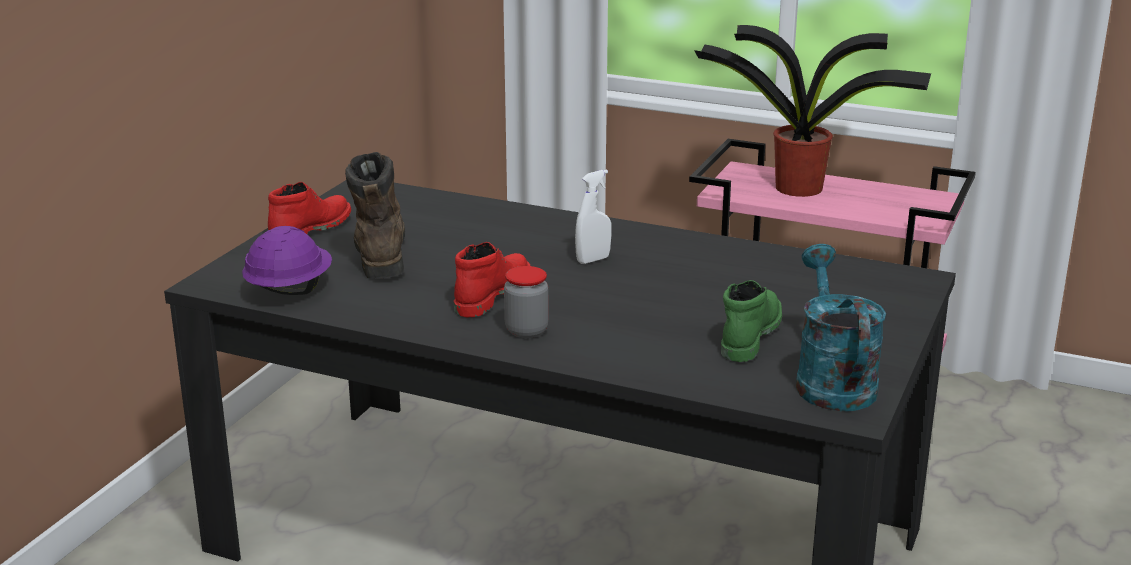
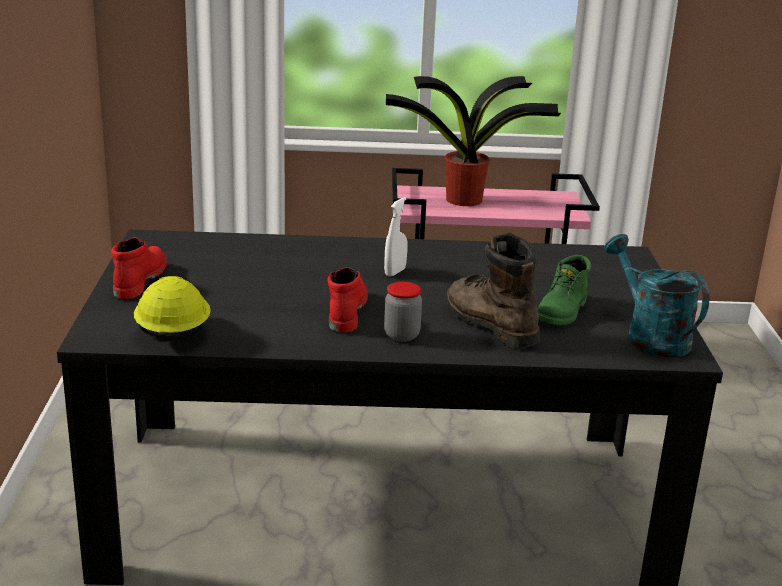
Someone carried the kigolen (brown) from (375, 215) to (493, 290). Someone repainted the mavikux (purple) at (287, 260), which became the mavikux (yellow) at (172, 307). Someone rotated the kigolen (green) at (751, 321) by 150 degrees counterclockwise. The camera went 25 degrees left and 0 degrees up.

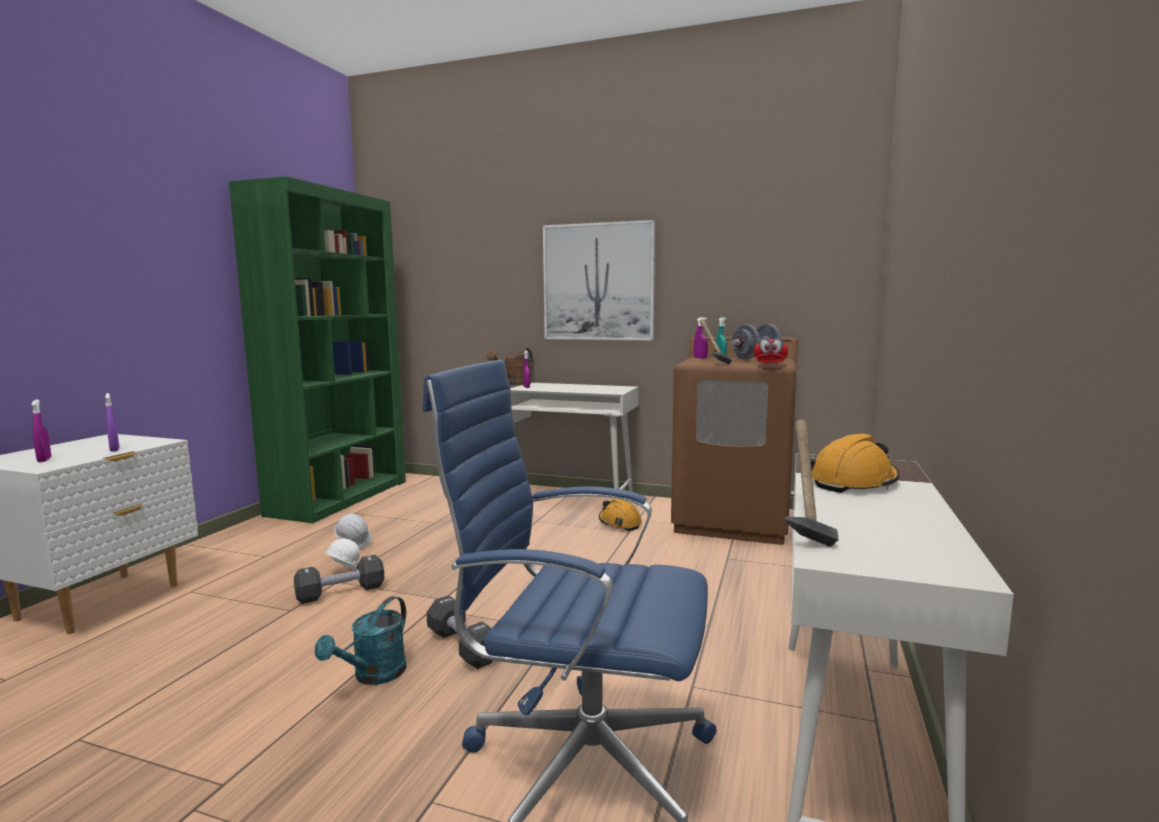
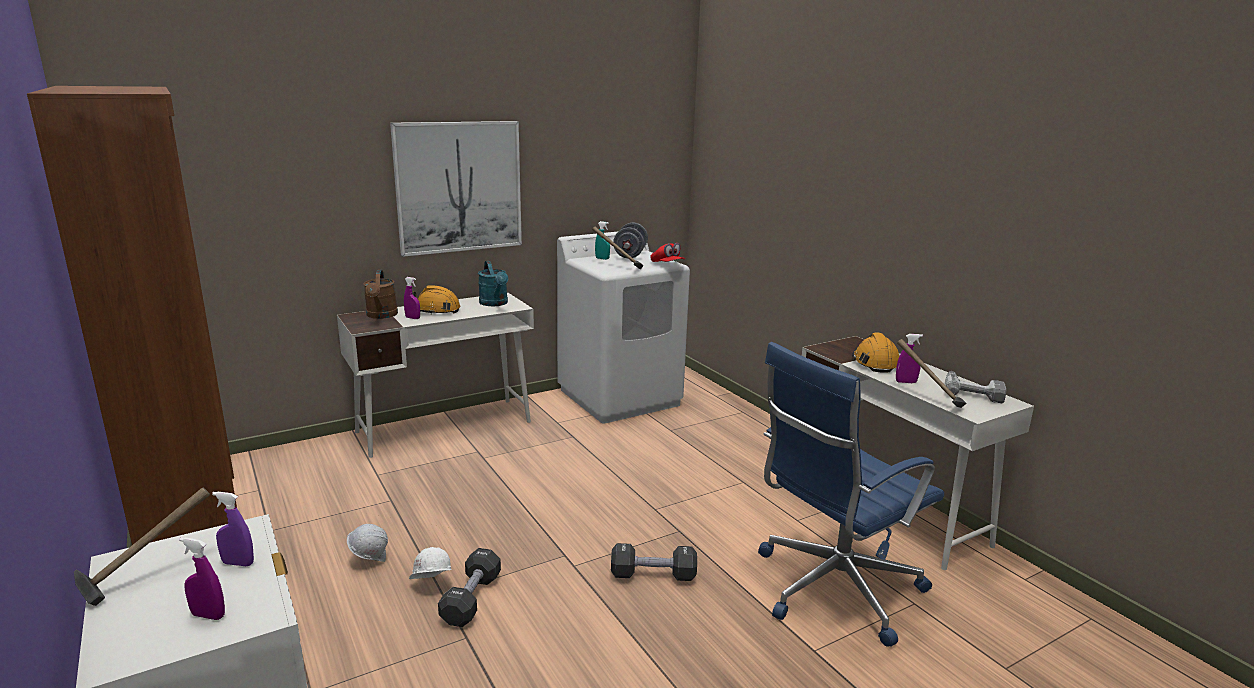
Someone put down the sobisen at (142, 546). Someone put down the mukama at (975, 387). Someone carried the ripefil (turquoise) from (361, 640) to (493, 283). Someone carried the mavikux (orange) from (620, 514) to (436, 300). Someone carried the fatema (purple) from (701, 338) to (909, 358). Someone repainted the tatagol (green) at (317, 349), which became the tatagol (brown) at (132, 315). Someone repainted the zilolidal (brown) at (734, 441), which became the zilolidal (white) at (623, 328). The camera went 50 degrees left and 10 degrees up.

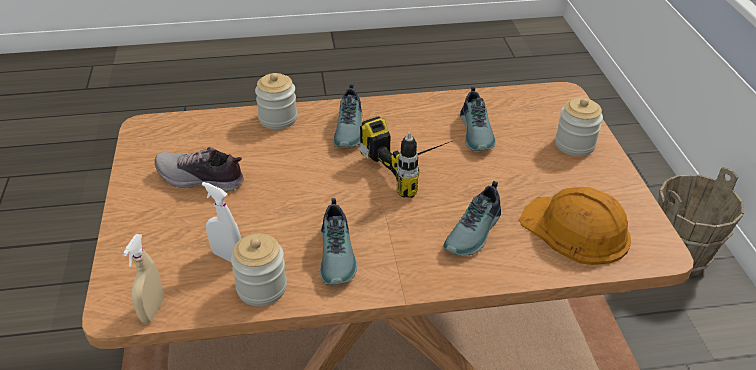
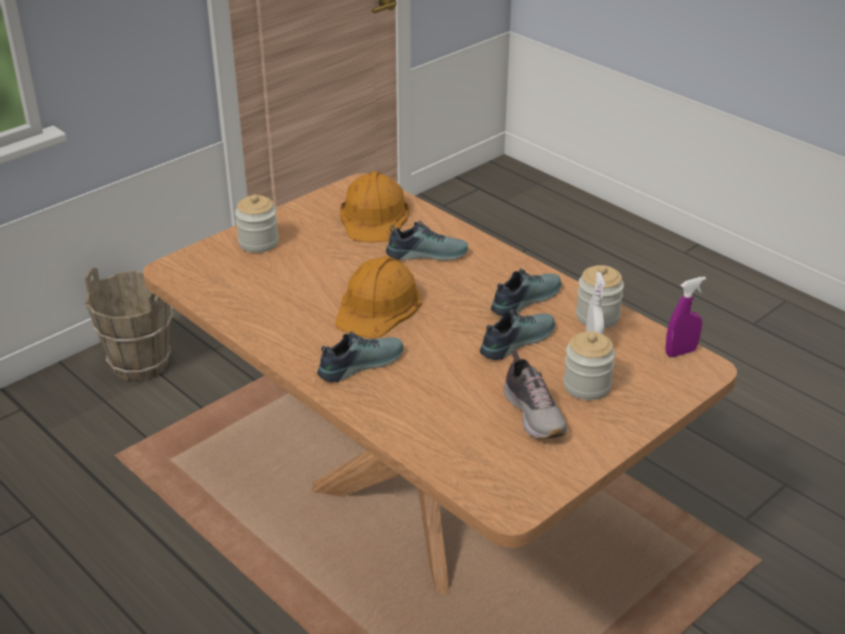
Someone carried the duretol from (276, 101) to (589, 365). Someone carried the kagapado from (478, 118) to (517, 334). Someone swapped the mukama at (406, 157) for the mavikux (orange) at (378, 297). Someone repainted the fatema (beige) at (143, 278), which became the fatema (purple) at (686, 316). The camera went 125 degrees left and 5 degrees down.

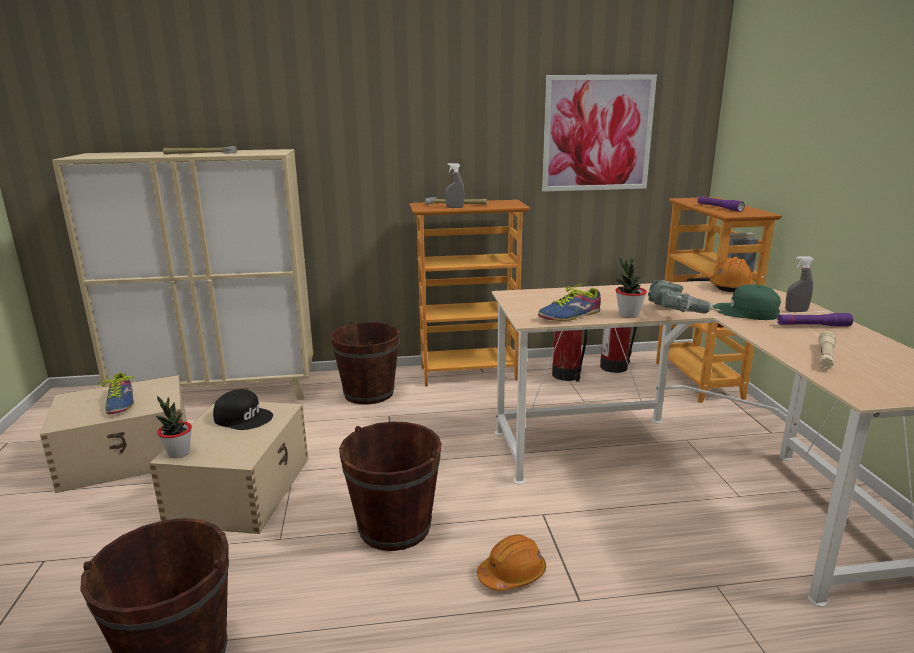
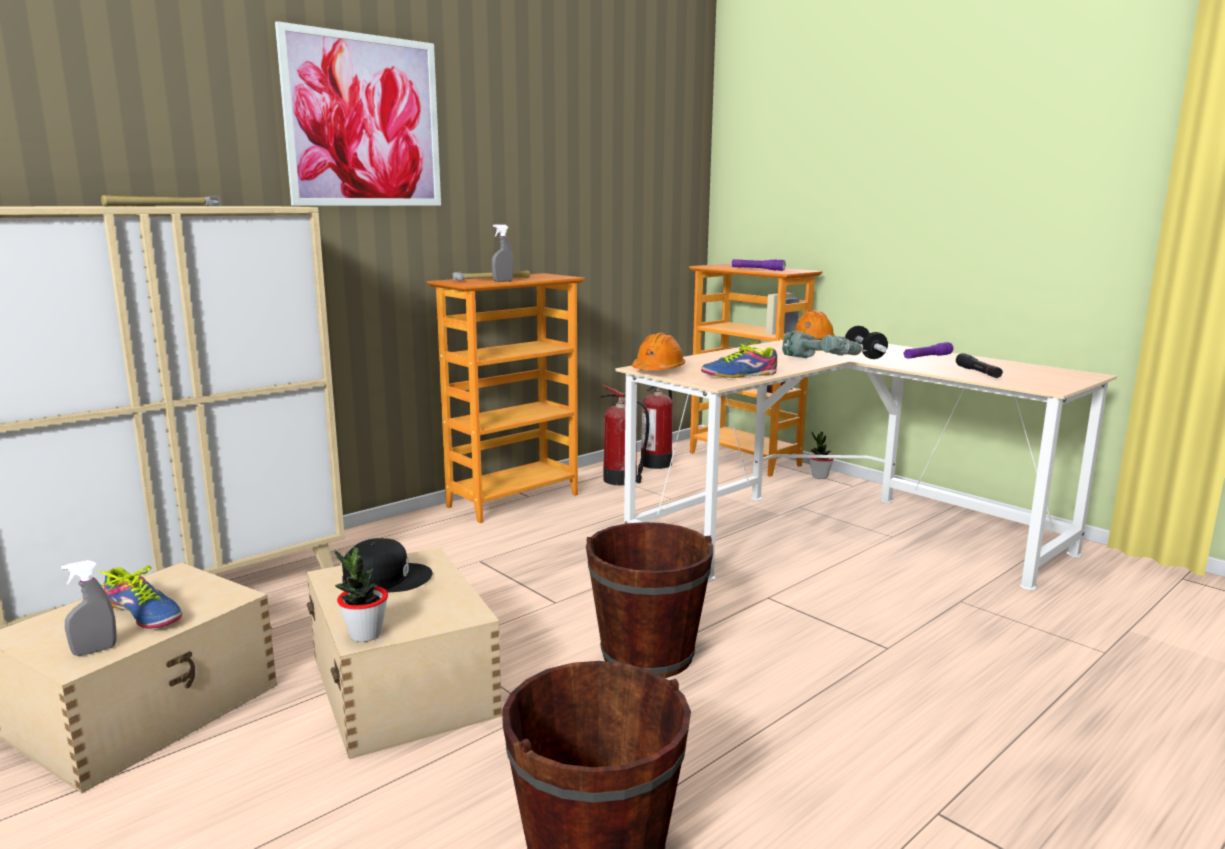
Someone took away the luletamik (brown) at (365, 362). Someone carried the mavikux (orange) from (511, 562) to (659, 351). Someone carried the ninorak from (599, 133) to (358, 113). Someone carried the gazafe from (631, 287) to (822, 455). Someone carried the fatema (grey) from (799, 284) to (89, 608). Someone swapped the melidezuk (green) at (747, 302) for the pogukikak at (866, 342). Someone repainted the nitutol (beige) at (827, 350), which became the nitutol (black) at (979, 365). Someone rotated the kagapado at (569, 302) by 45 degrees clockwise. The camera went 35 degrees left and 5 degrees down.

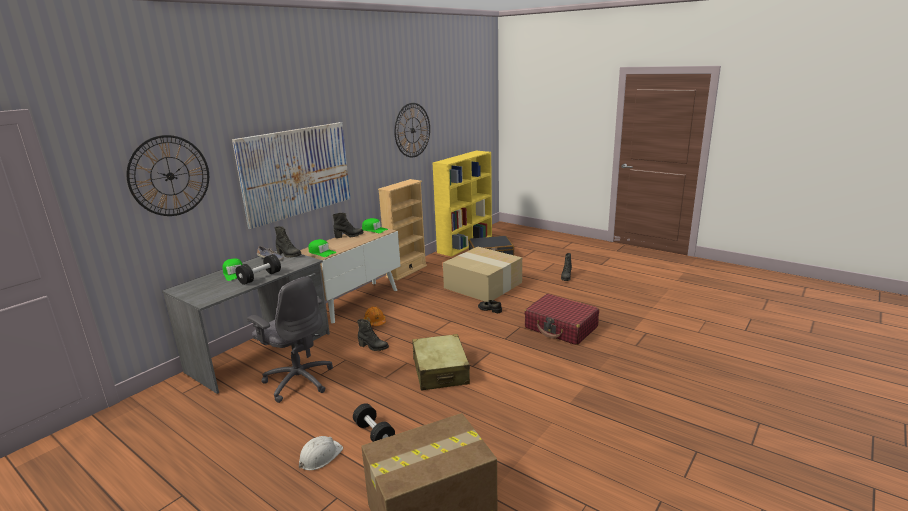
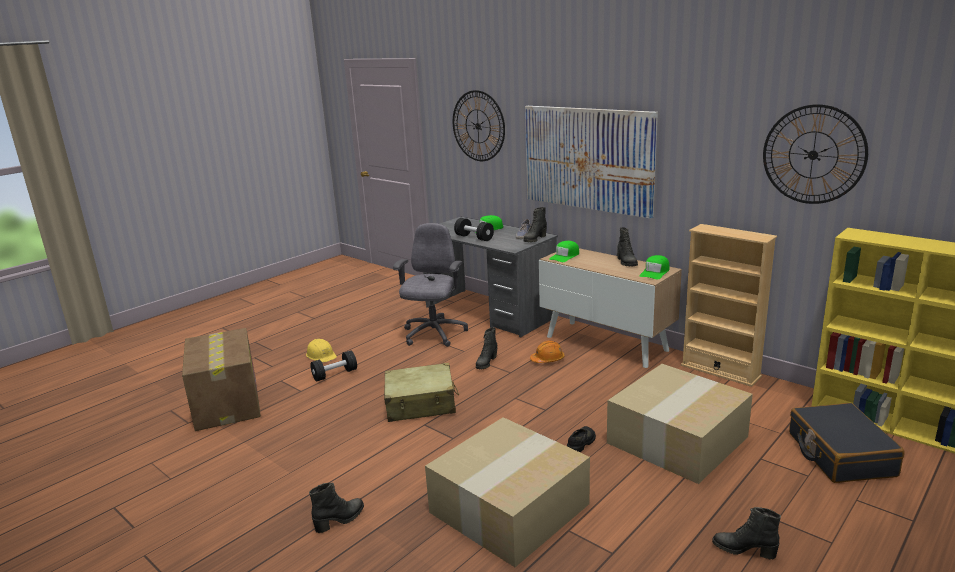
Someone put down the kigolen (black) at (336, 508). Someone swapped the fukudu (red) at (561, 319) for the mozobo at (507, 492). Someone repainted the mavikux (white) at (321, 453), which became the mavikux (yellow) at (321, 350). Someone rotated the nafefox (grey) at (290, 340) by 150 degrees clockwise. The camera went 95 degrees right and 0 degrees up.

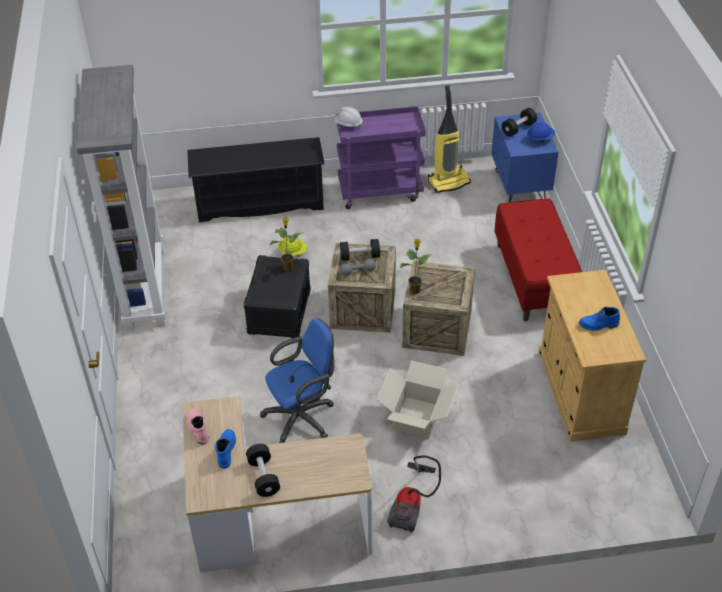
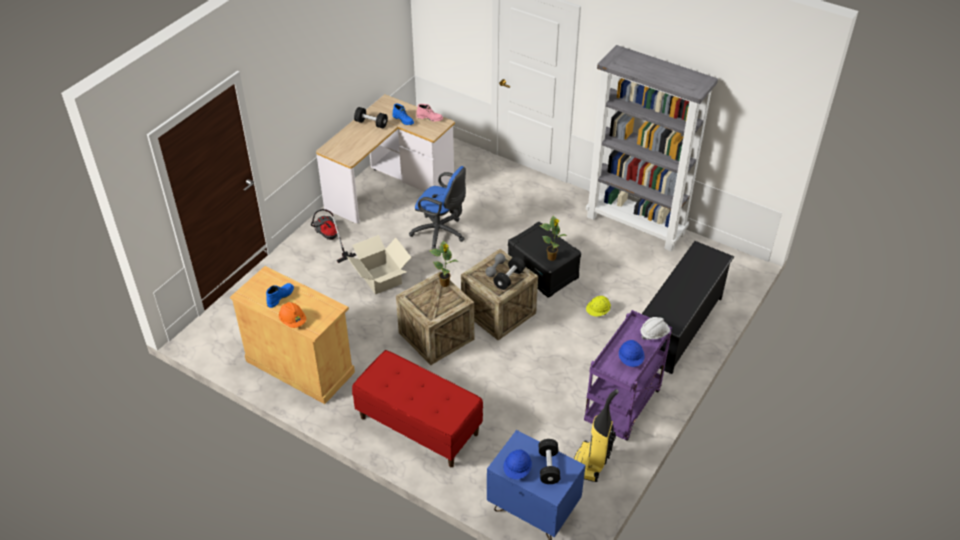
Someone put down the mavikux (orange) at (292, 315). Someone put down the mavikux (blue) at (632, 353). Someone rotated the nafefox (blue) at (297, 380) by 75 degrees counterclockwise. The camera went 130 degrees right and 0 degrees up.

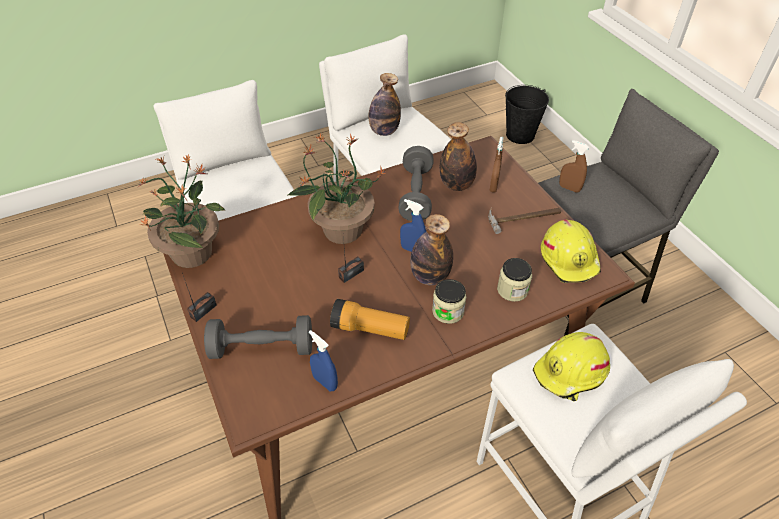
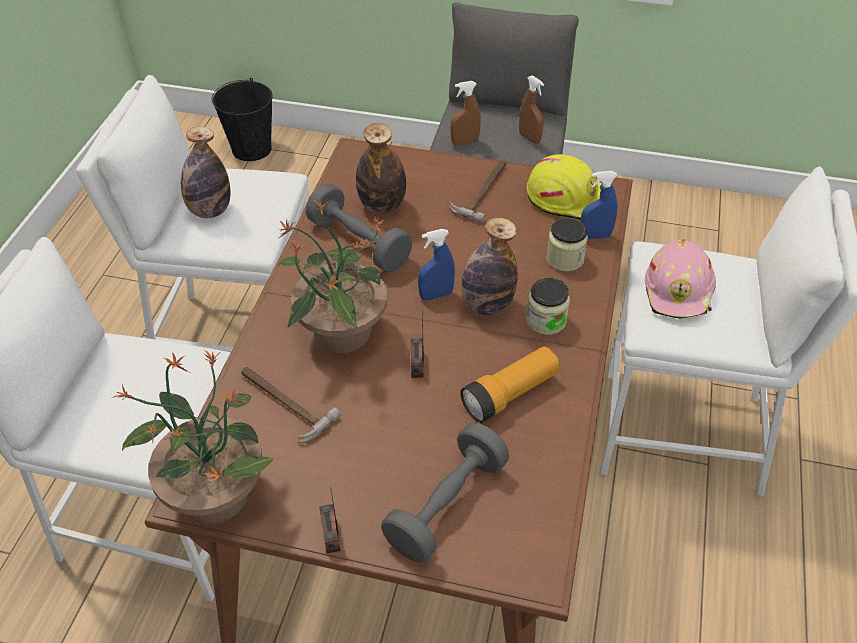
Someone put down the sobisen at (291, 405). Someone carried the fatema (blue) from (323, 360) to (599, 205). Someone carried the fatema (brown) from (496, 165) to (531, 109). Someone repainted the mavikux (yellow) at (571, 366), which became the mavikux (pink) at (680, 279). The camera went 50 degrees left and 0 degrees up.

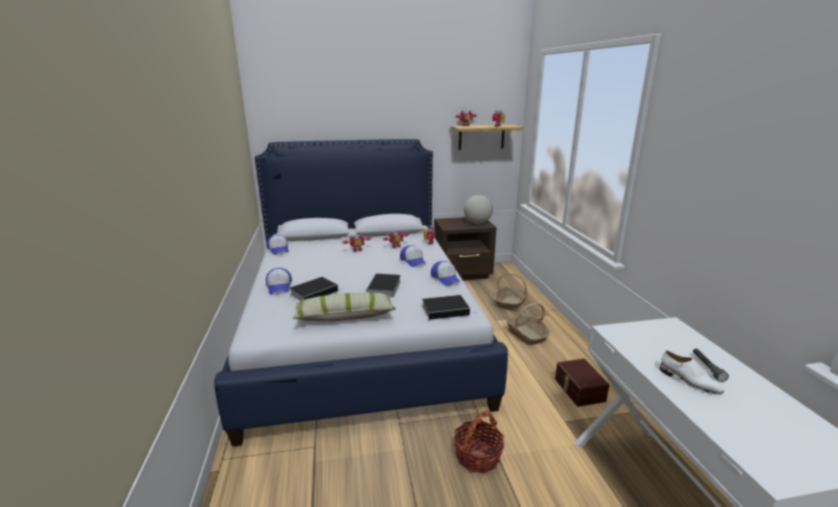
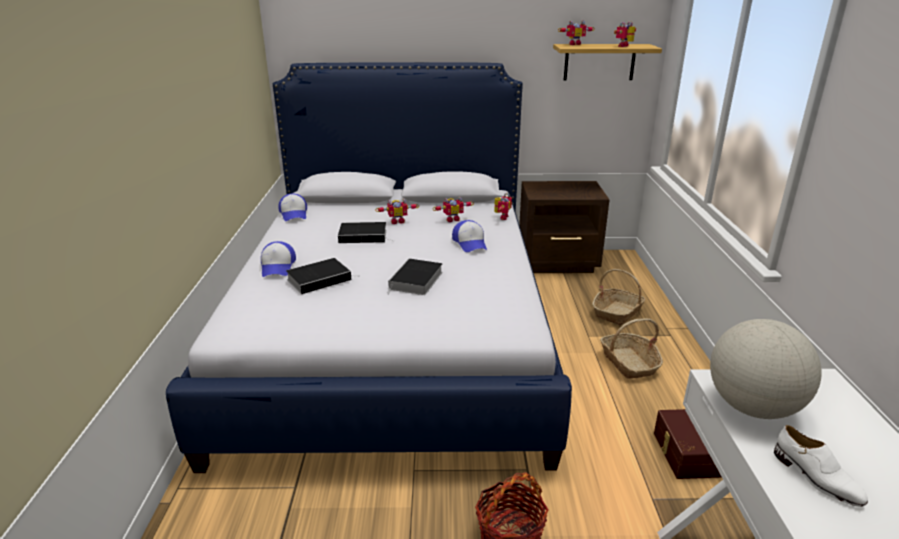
Someone took away the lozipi at (344, 306). Someone took away the melidezuk at (446, 273). Someone took away the nitutol (grey) at (711, 365). Someone carried the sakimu from (449, 307) to (366, 232). Someone carried the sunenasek from (478, 209) to (766, 369). The camera went 10 degrees right and 5 degrees up.

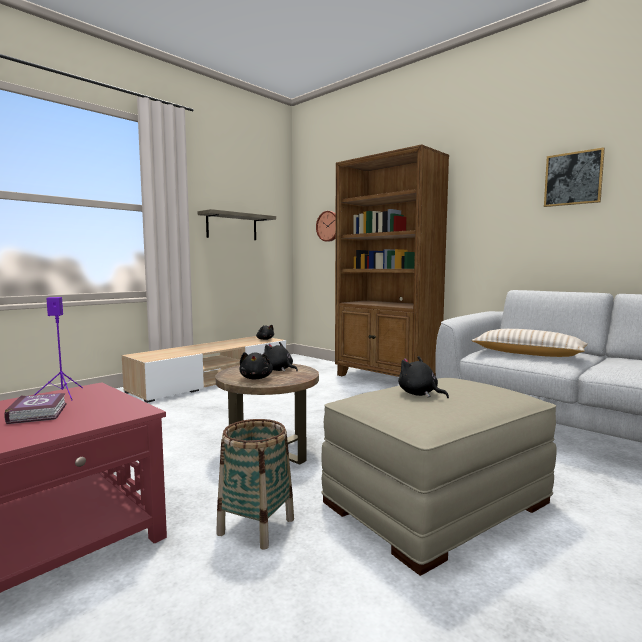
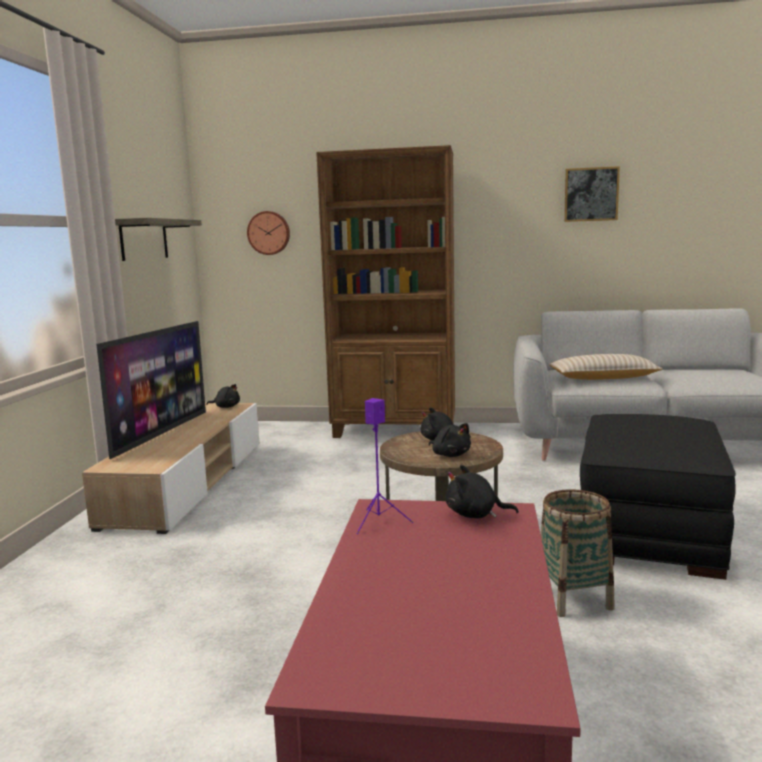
Someone took away the sakimu at (36, 408). Someone put down the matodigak at (151, 390). Someone carried the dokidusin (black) from (423, 377) to (482, 491). Someone repainted the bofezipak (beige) at (439, 477), which became the bofezipak (black) at (658, 497). The camera went 35 degrees left and 5 degrees up.

